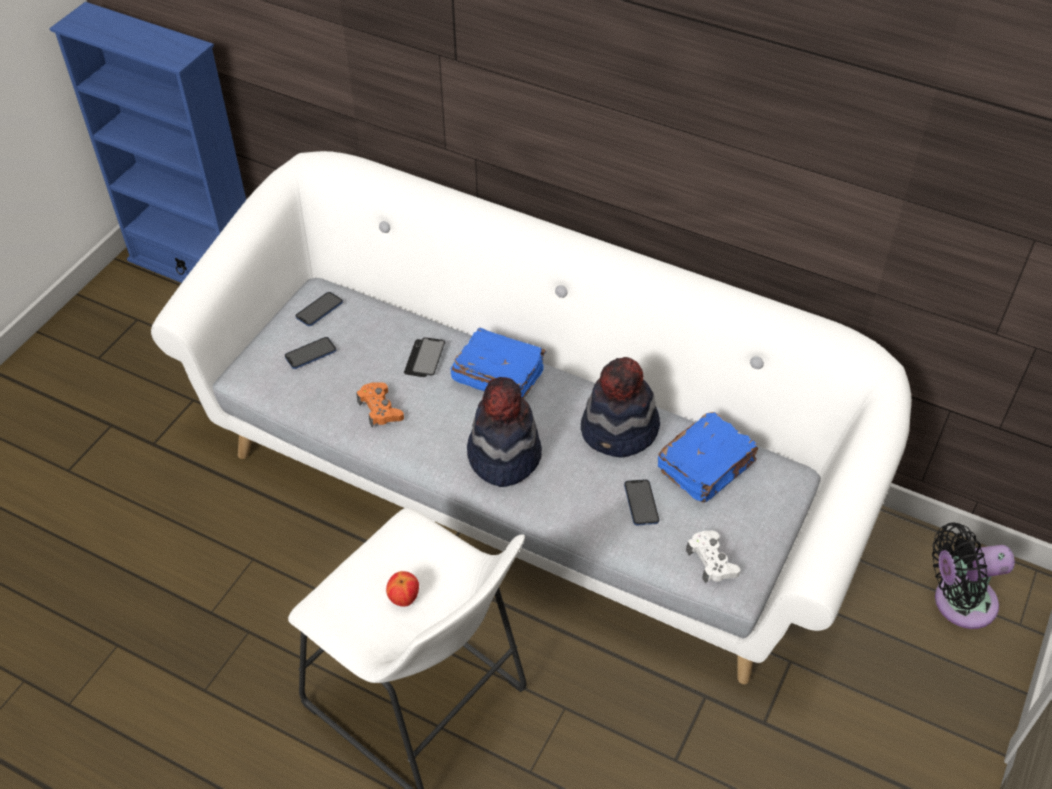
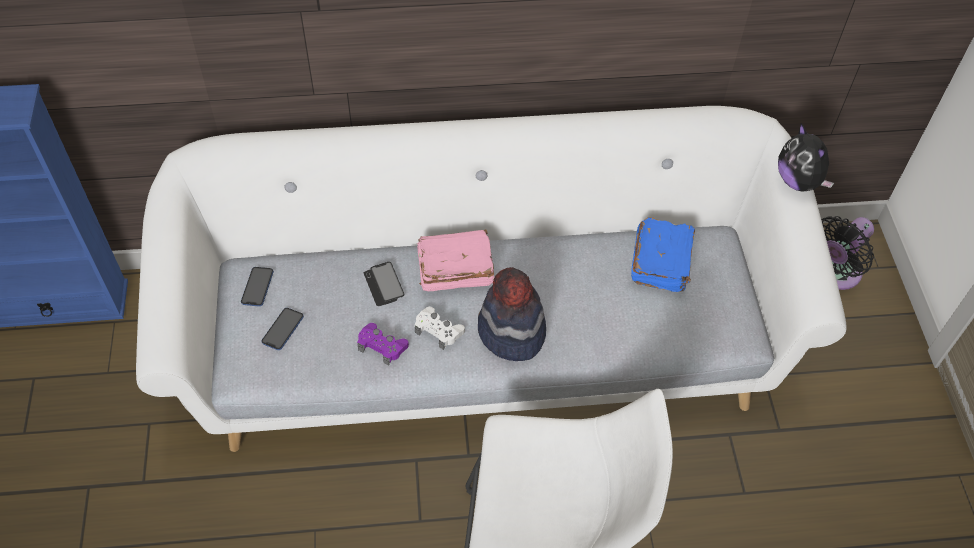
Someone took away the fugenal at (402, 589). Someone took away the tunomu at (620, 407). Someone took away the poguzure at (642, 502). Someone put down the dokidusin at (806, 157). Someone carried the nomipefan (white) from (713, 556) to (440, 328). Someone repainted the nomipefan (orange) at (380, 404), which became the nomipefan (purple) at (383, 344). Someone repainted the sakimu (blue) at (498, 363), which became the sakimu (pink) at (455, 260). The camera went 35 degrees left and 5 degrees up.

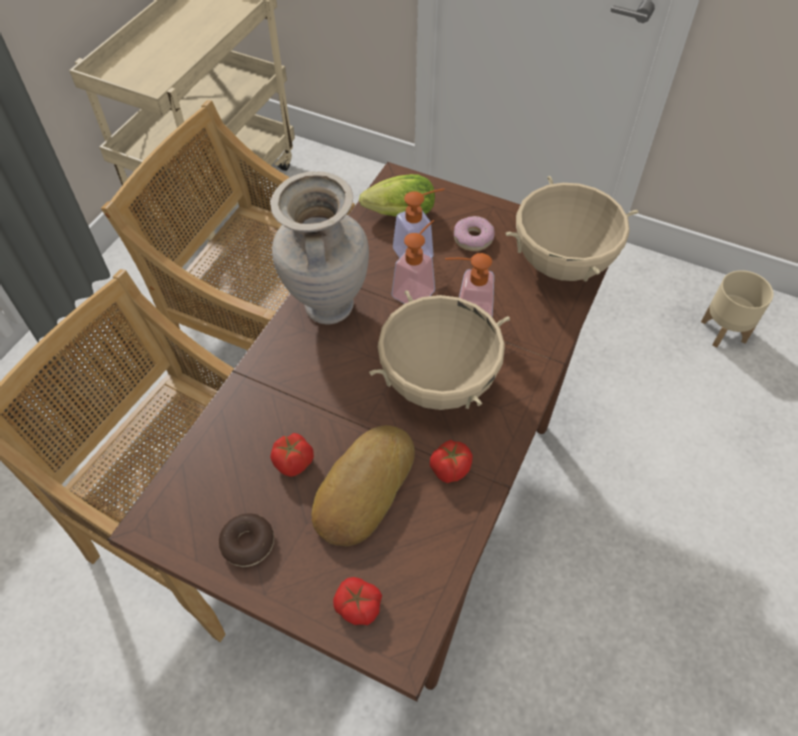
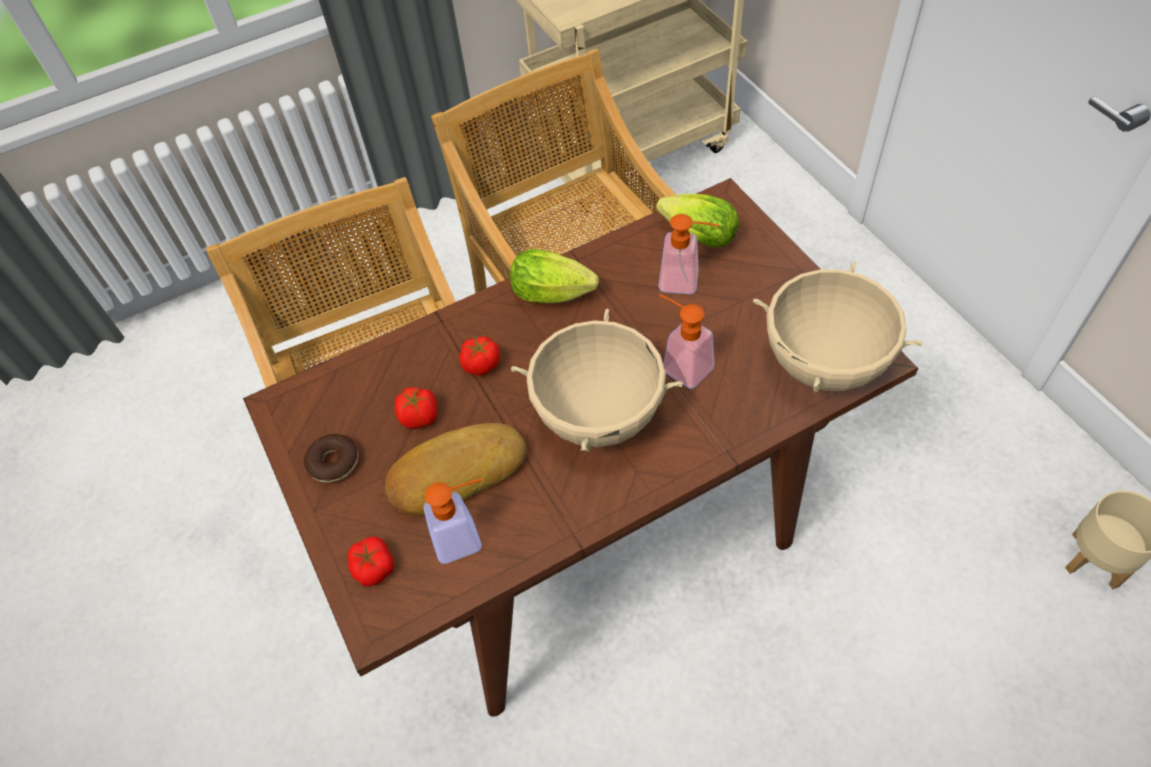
Someone took away the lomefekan at (474, 233). Someone carried the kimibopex from (413, 262) to (453, 521). Someone carried the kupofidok from (451, 461) to (480, 355). Someone swapped the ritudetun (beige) at (319, 248) for the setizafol at (554, 276). The camera went 40 degrees right and 0 degrees up.

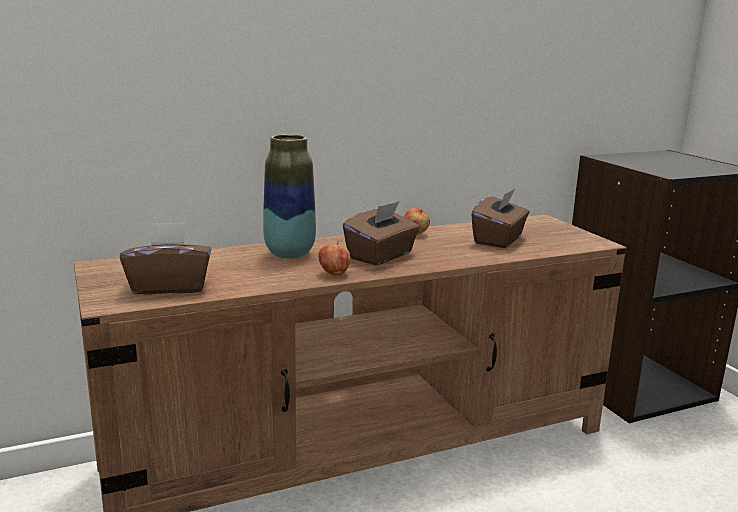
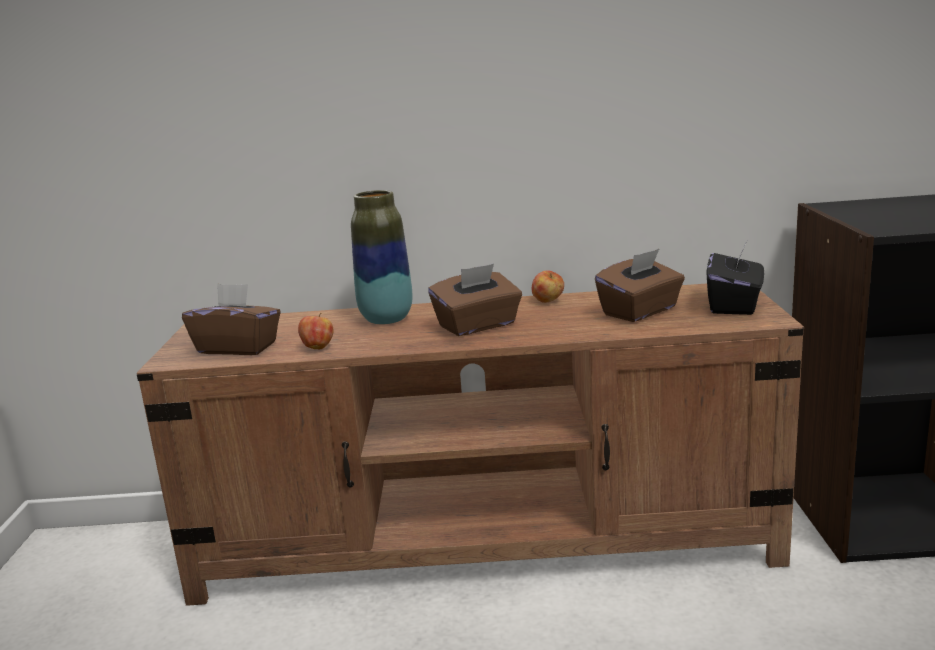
Someone put down the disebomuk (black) at (735, 278). Someone carried the fugenal from (334, 258) to (315, 330). The camera went 25 degrees right and 0 degrees up.

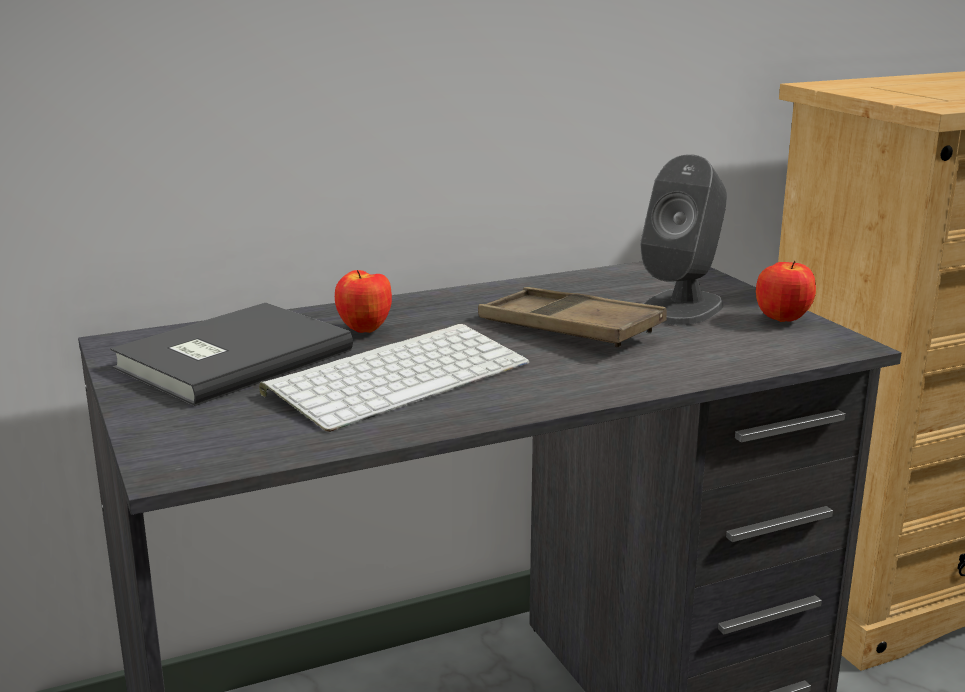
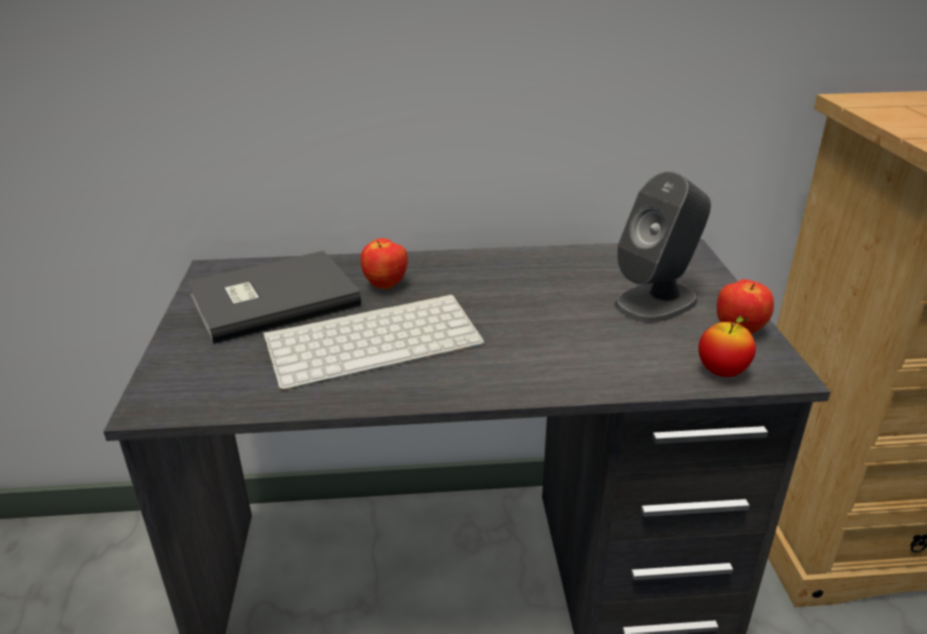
Someone took away the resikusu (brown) at (572, 317). Someone put down the fugenal at (727, 346). The camera went 20 degrees right and 10 degrees up.

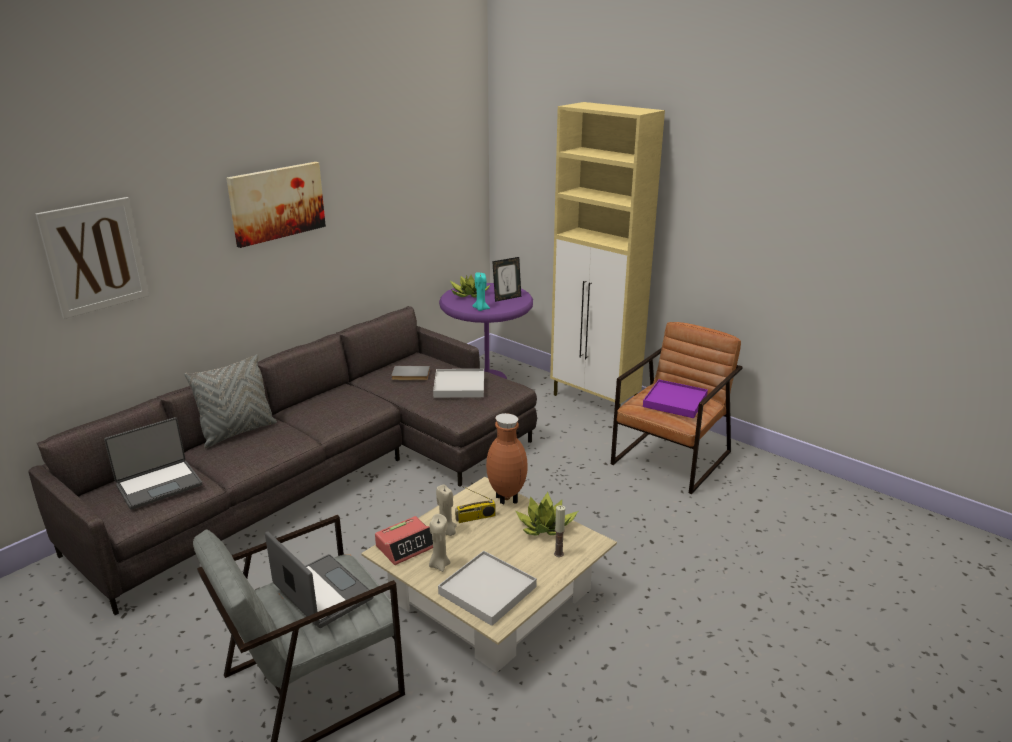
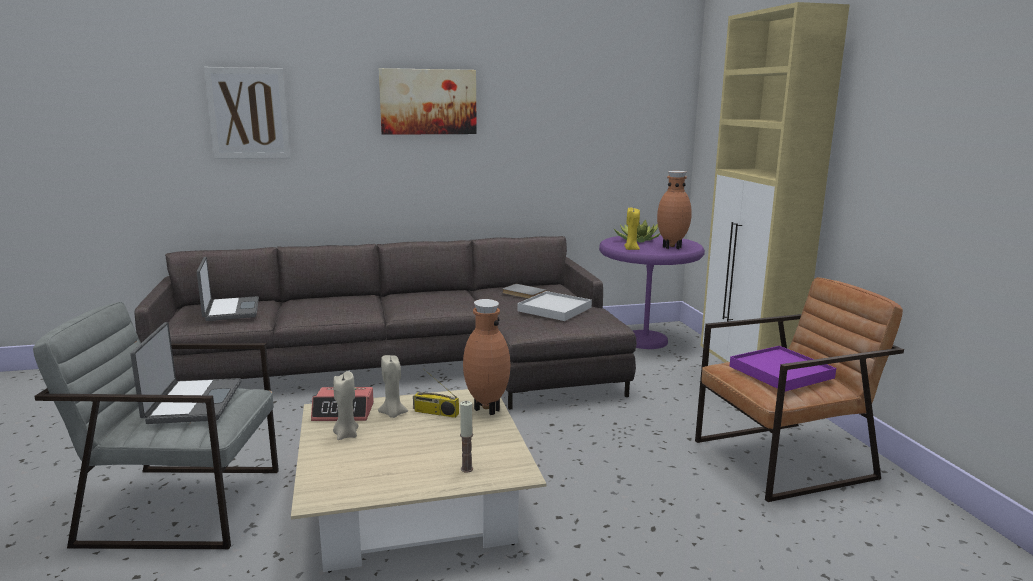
Someone took away the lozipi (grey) at (230, 401). Someone took away the resikusu (white) at (487, 588). Someone took away the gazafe at (547, 514). Someone swapped the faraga at (506, 279) for the ritudetun (brown) at (674, 210). Someone repainted the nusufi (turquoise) at (481, 291), which became the nusufi (yellow) at (632, 229). Someone rotated the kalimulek at (153, 463) by 105 degrees counterclockwise. The camera went 35 degrees right and 10 degrees down.

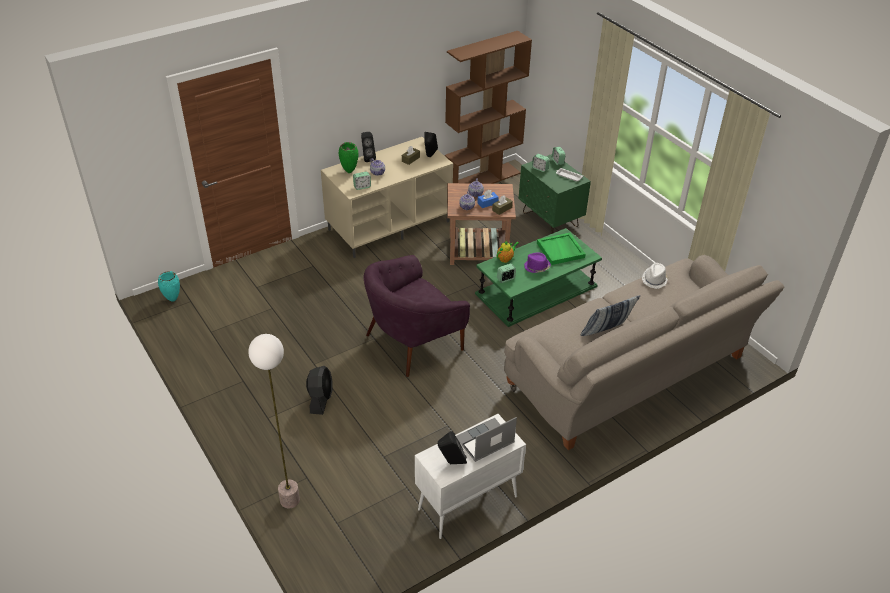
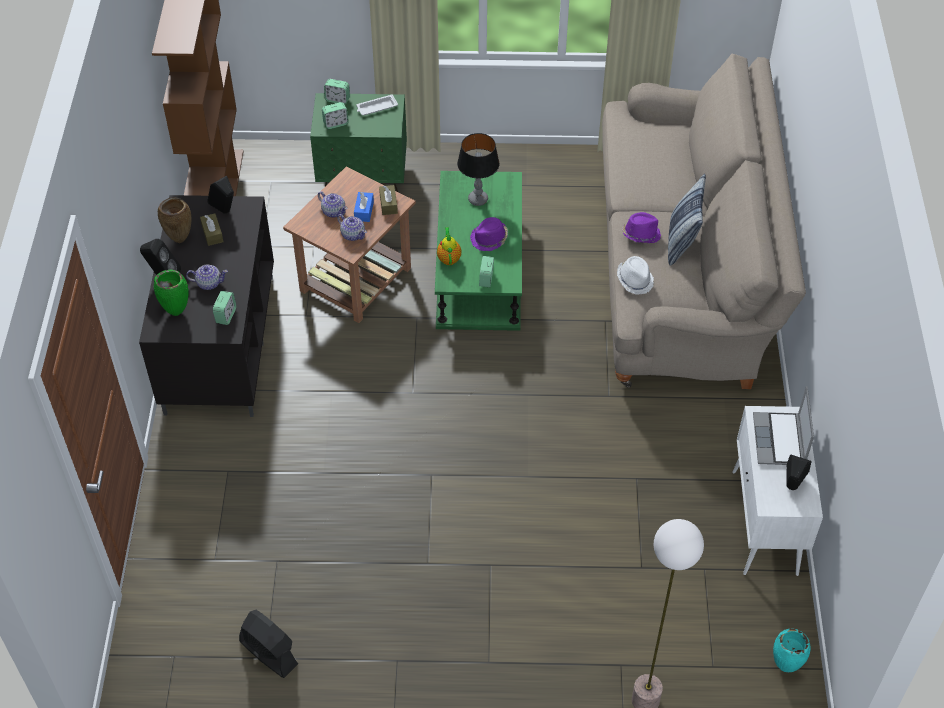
Someone took away the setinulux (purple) at (416, 316). Someone put down the ritudetun (brown) at (174, 220). Someone put down the tunomu (purple) at (641, 227). Someone carried the ritudetun (turquoise) from (169, 286) to (792, 650). Someone carried the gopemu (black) from (319, 390) to (268, 644). Someone carried the tunomu (white) from (655, 276) to (635, 275). Someone swapped the resikusu (green) at (561, 249) for the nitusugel at (478, 169). Someone repainted the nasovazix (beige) at (387, 197), which became the nasovazix (black) at (206, 306). The camera went 55 degrees left and 10 degrees up.

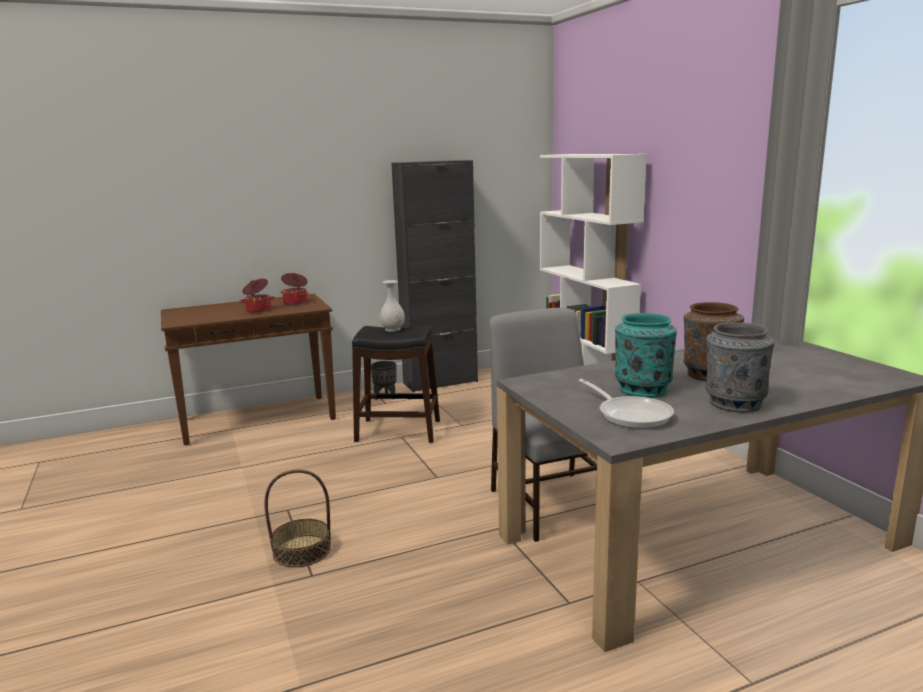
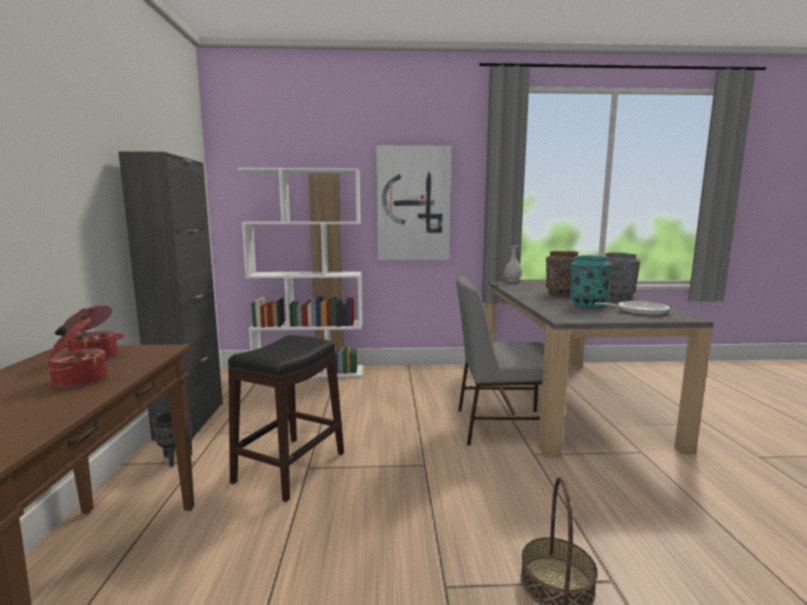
Someone put up the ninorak at (413, 202). Someone carried the ritudetun (white) from (392, 306) to (512, 263). The camera went 70 degrees left and 5 degrees down.

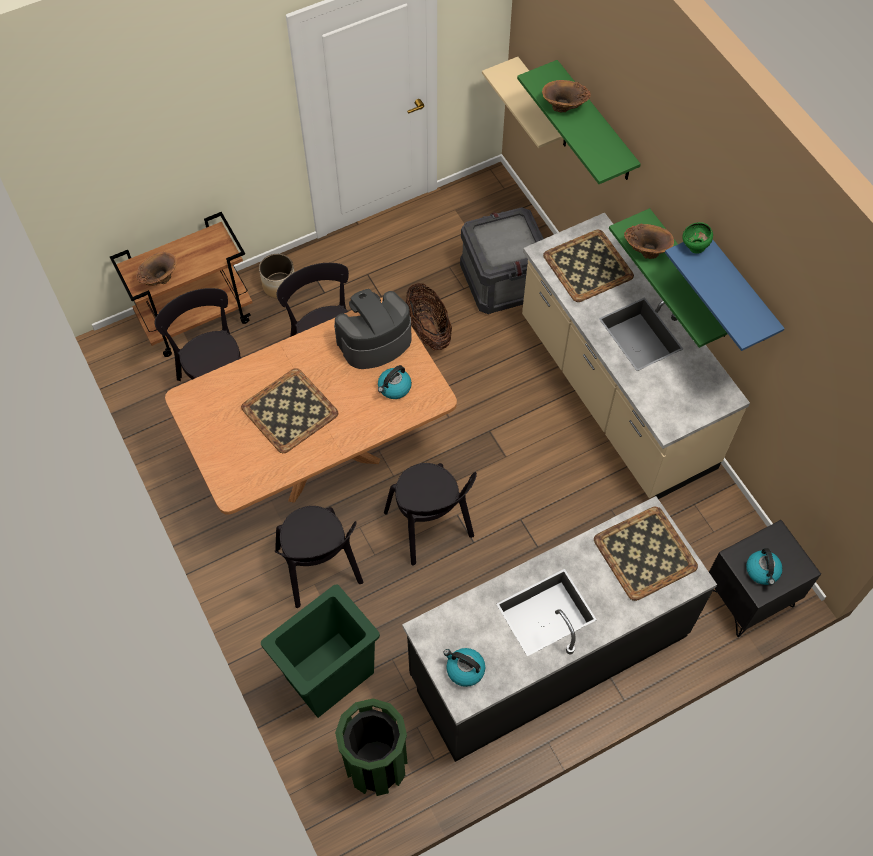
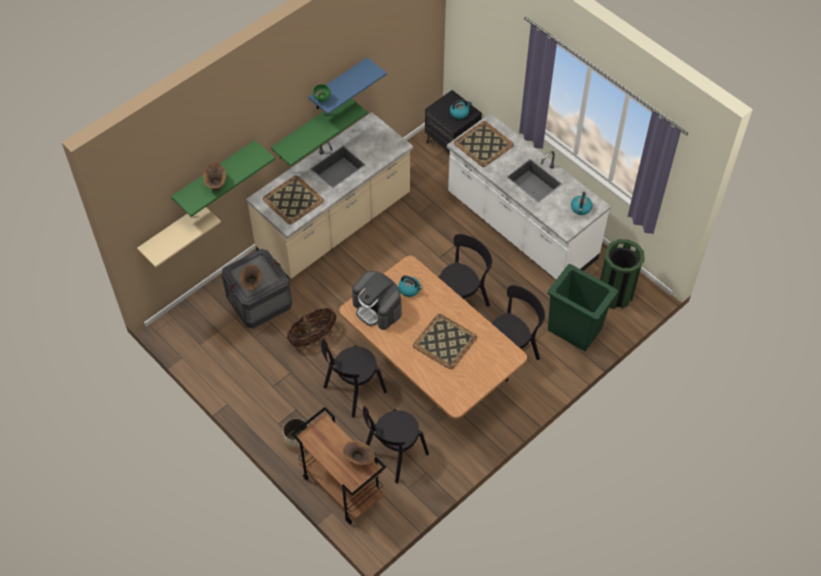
Someone carried the ritudetun (brown) from (649, 241) to (250, 277). Someone repainted the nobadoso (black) at (559, 629), which became the nobadoso (white) at (529, 196). The camera went 105 degrees left and 5 degrees down.

